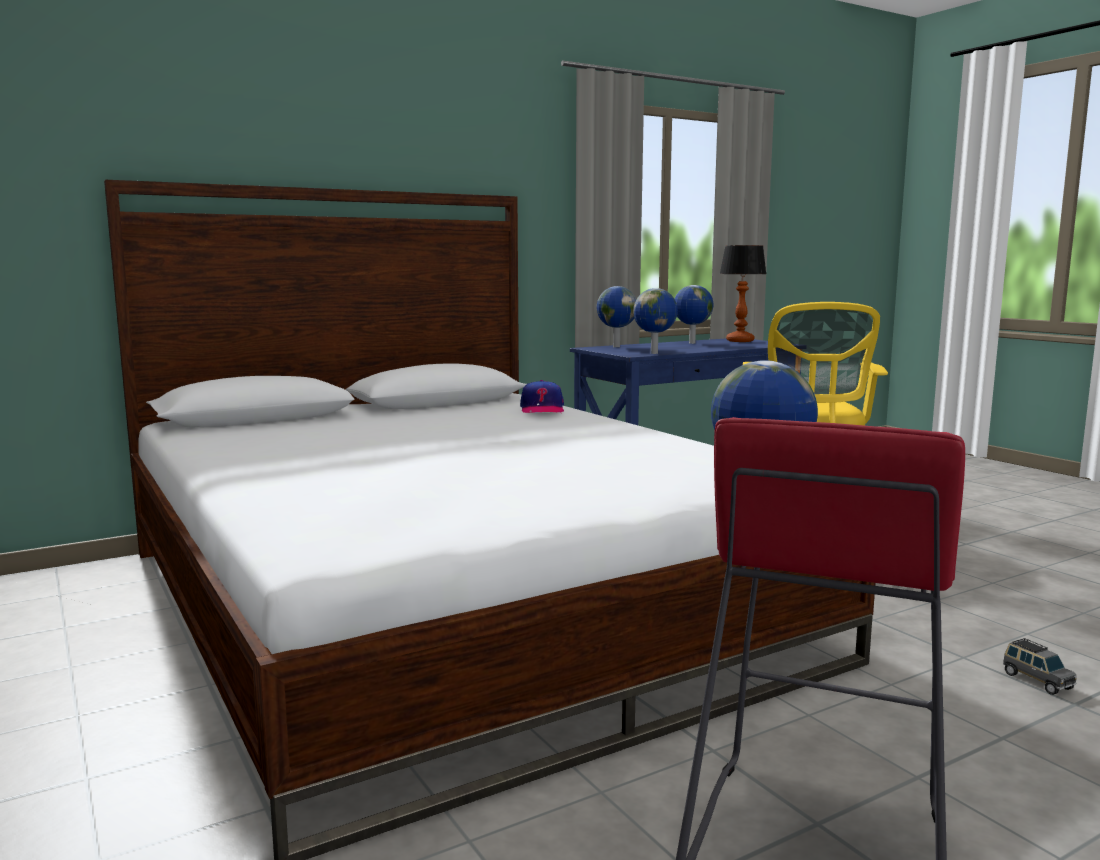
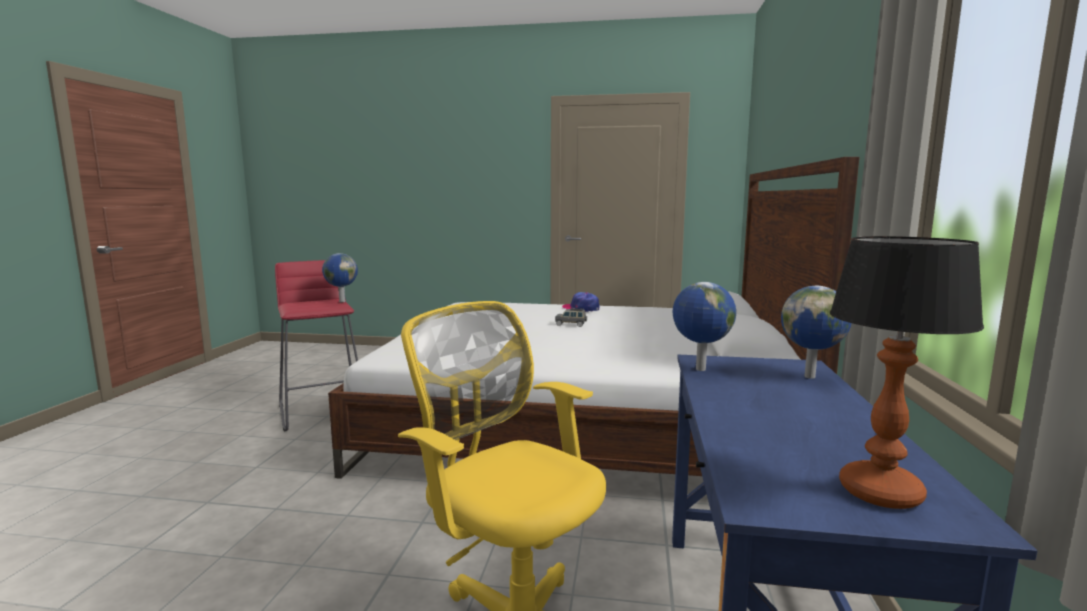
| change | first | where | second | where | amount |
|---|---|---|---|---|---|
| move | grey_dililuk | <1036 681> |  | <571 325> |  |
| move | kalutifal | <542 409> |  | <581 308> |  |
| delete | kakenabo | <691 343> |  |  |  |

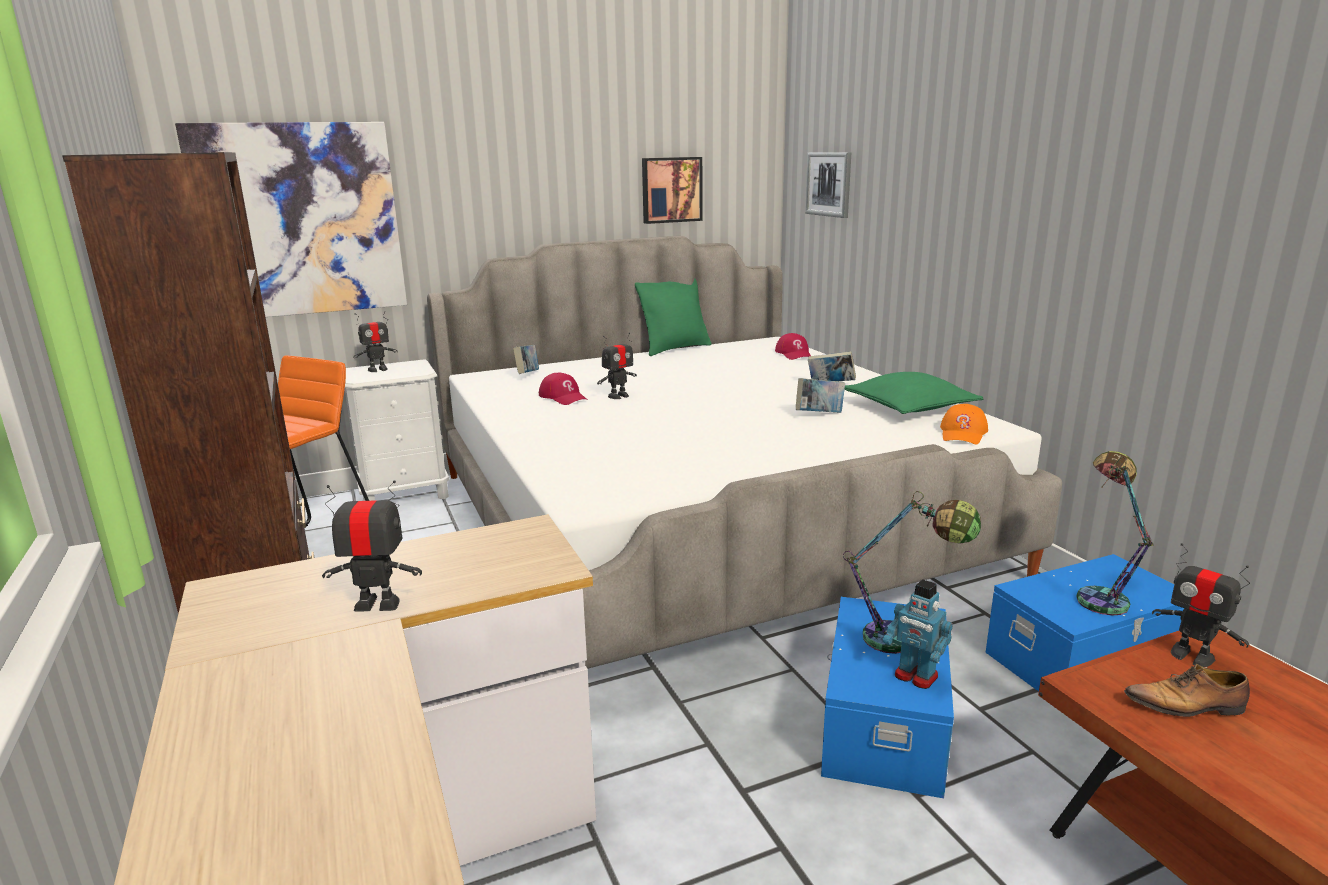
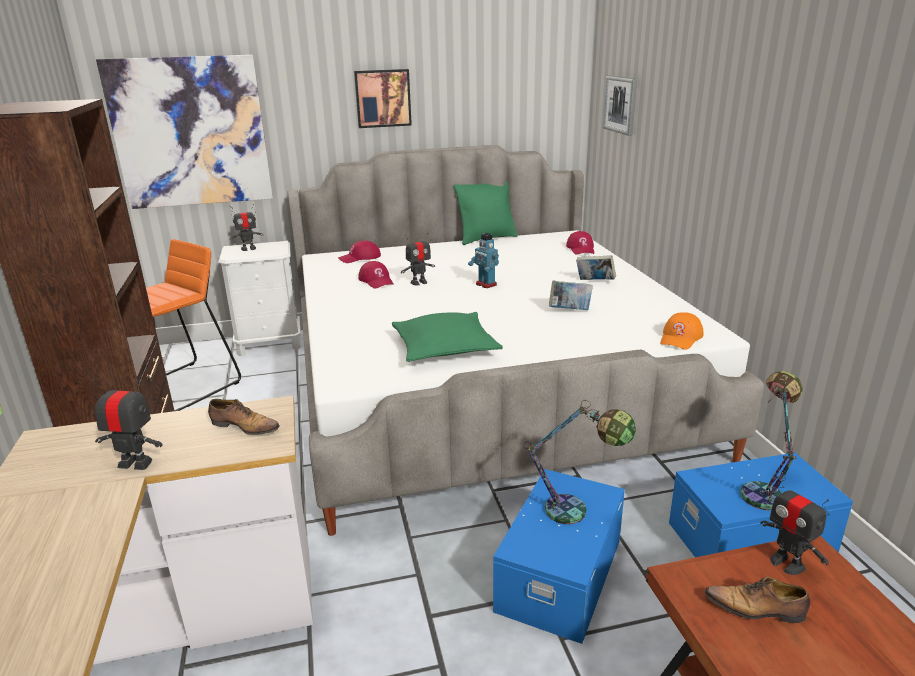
| change | first | where | second | where | amount |
|---|---|---|---|---|---|
| insert |  |  | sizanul | <244 427> |  |
| replace | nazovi | <527 375> | red_kalutifal | <360 258> |  |
| move | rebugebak | <671 190> |  | <382 98> |  |
| move | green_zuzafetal | <910 407> |  | <445 348> |  |
| move | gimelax | <915 676> |  | <485 284> |  |

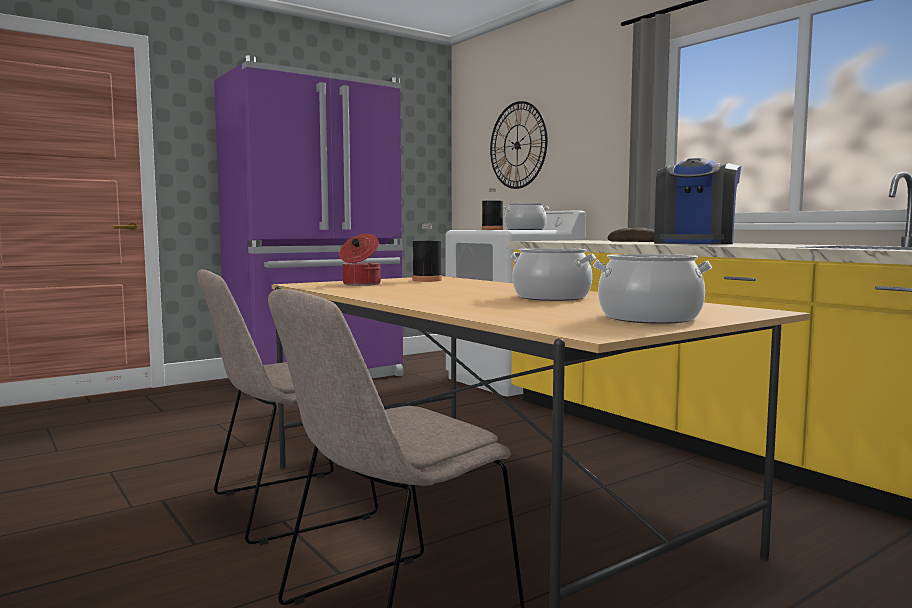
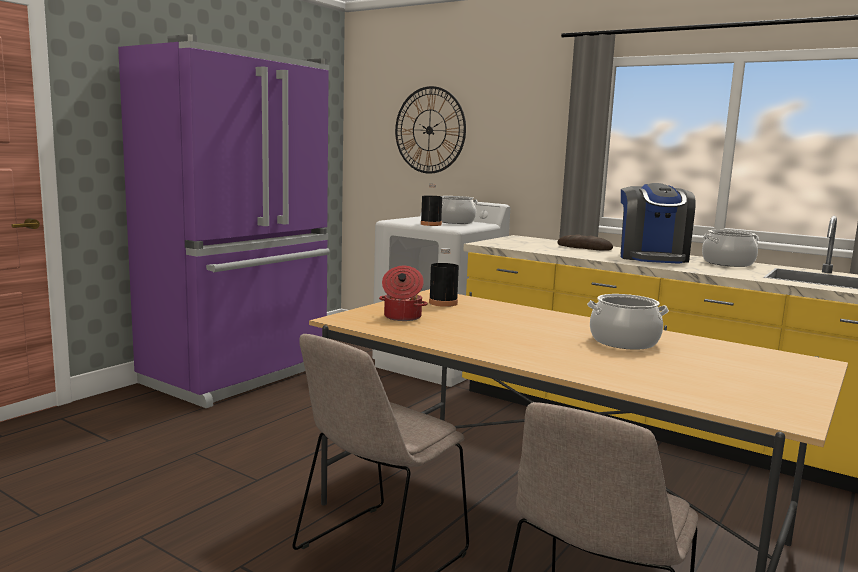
| change | first | where | second | where | amount |
|---|---|---|---|---|---|
| move | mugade | <649 318> |  | <727 263> |  |

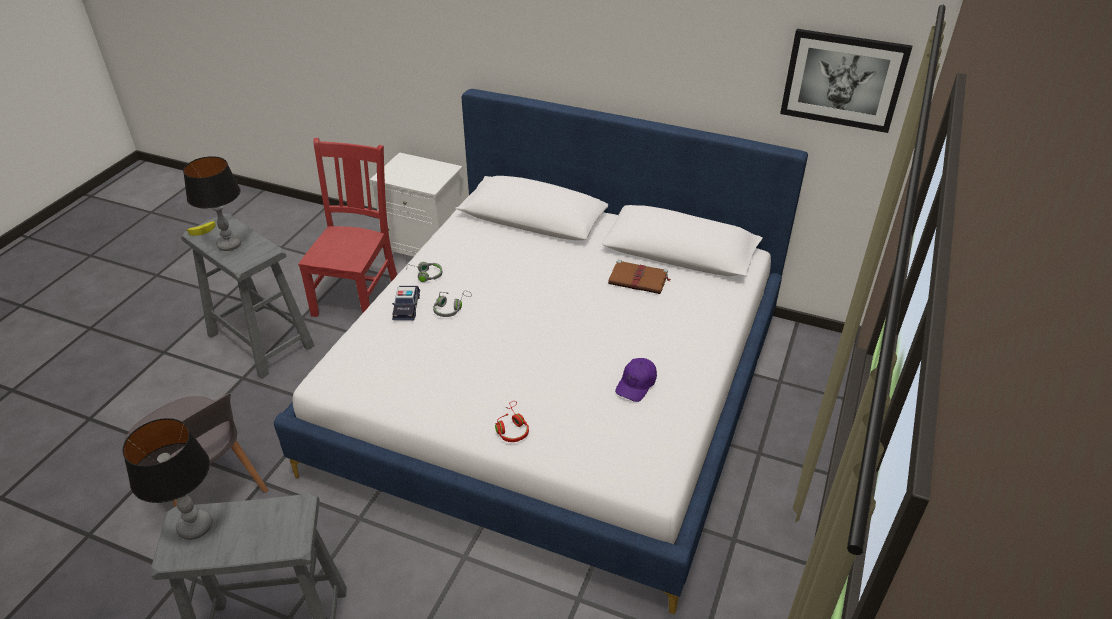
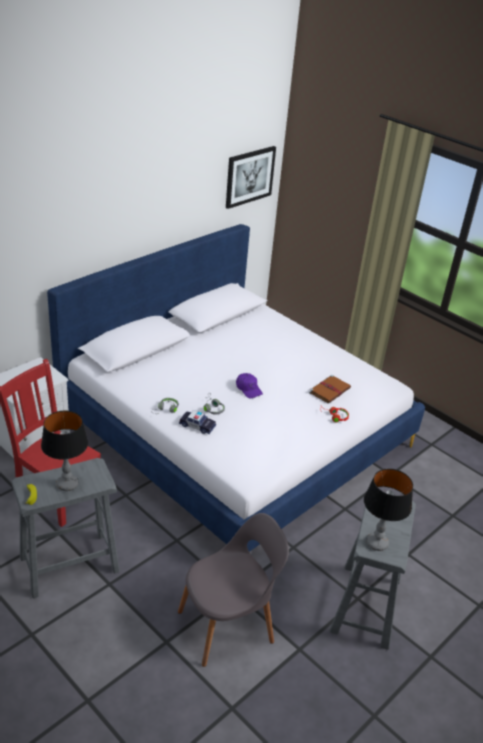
| change | first | where | second | where | amount |
|---|---|---|---|---|---|
| move | purple_kalutifal | <636 384> |  | <248 389> |  |
| move | brown_nazovi | <639 279> |  | <330 390> |  |

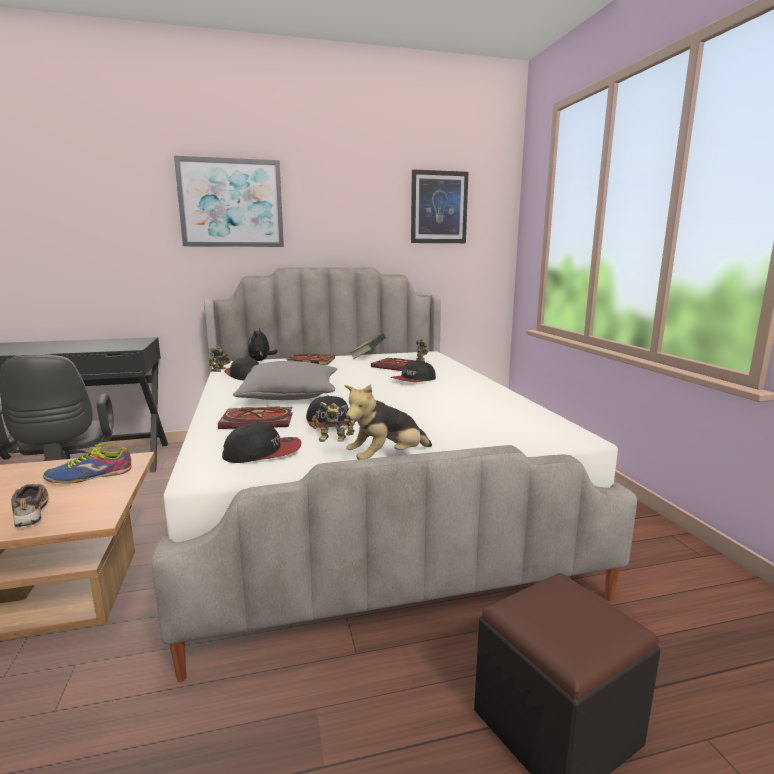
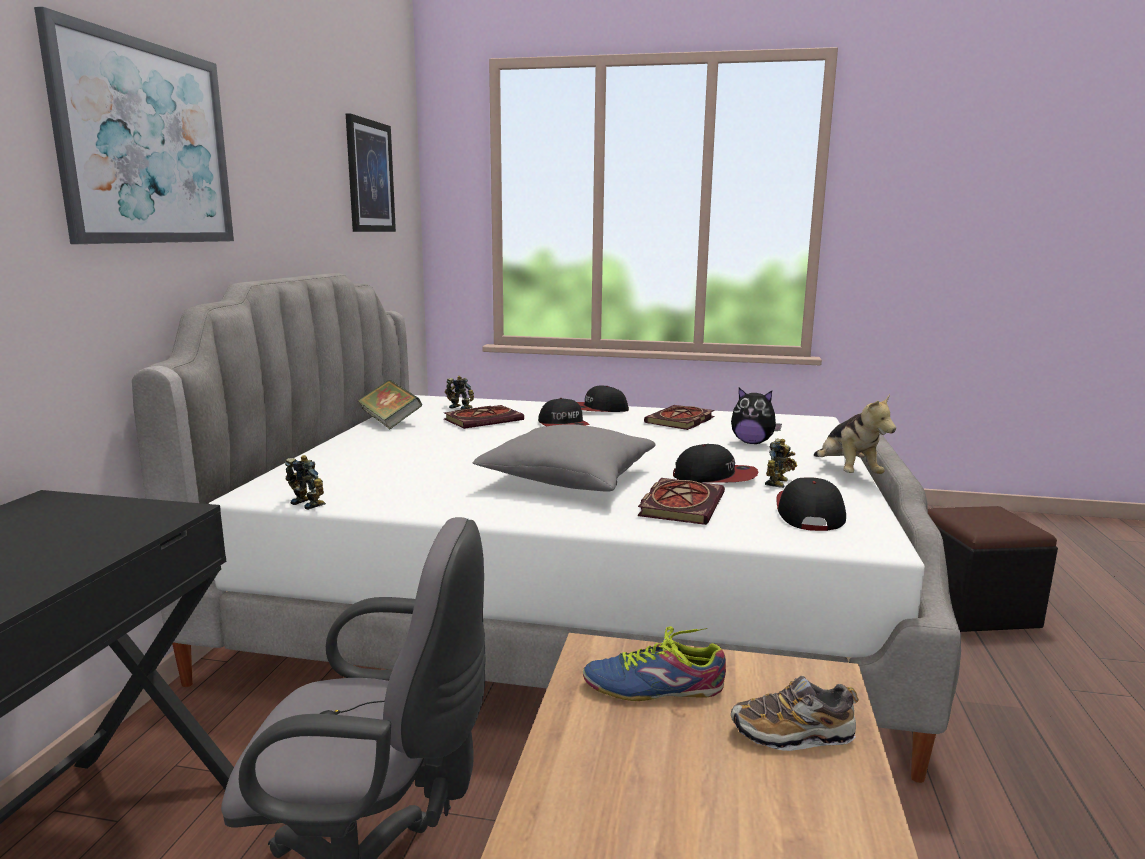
| change | first | where | second | where | amount |
|---|---|---|---|---|---|
| move | kalutifal | <243 375> |  | <597 409> |  |
| rotate | sizanul | <90 476> |  | <654 687> | 90 degrees clockwise |
| move | nazovi | <309 361> |  | <680 421> |  |
| move | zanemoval | <261 360> |  | <752 443> |  |

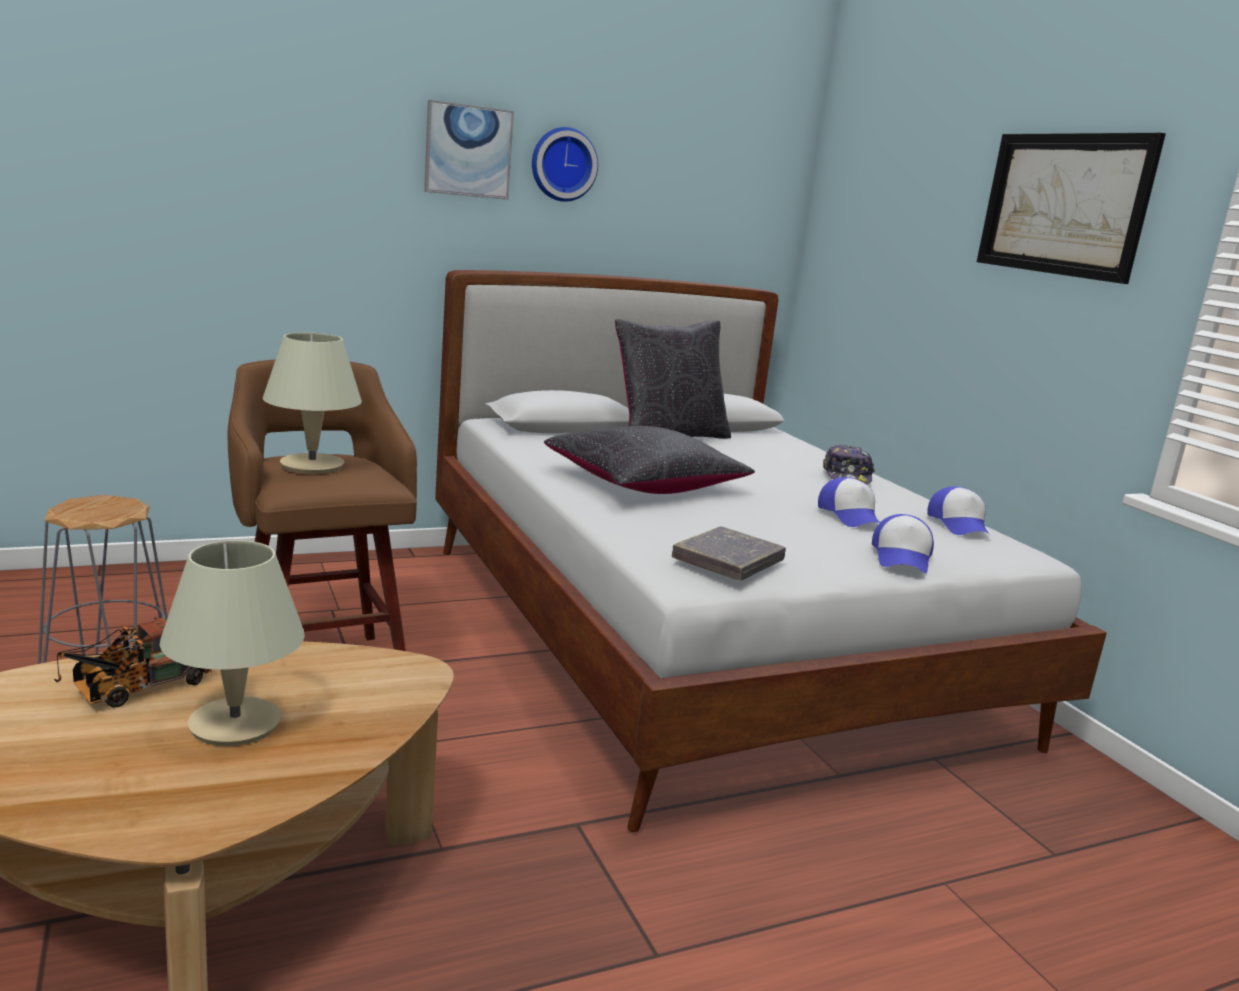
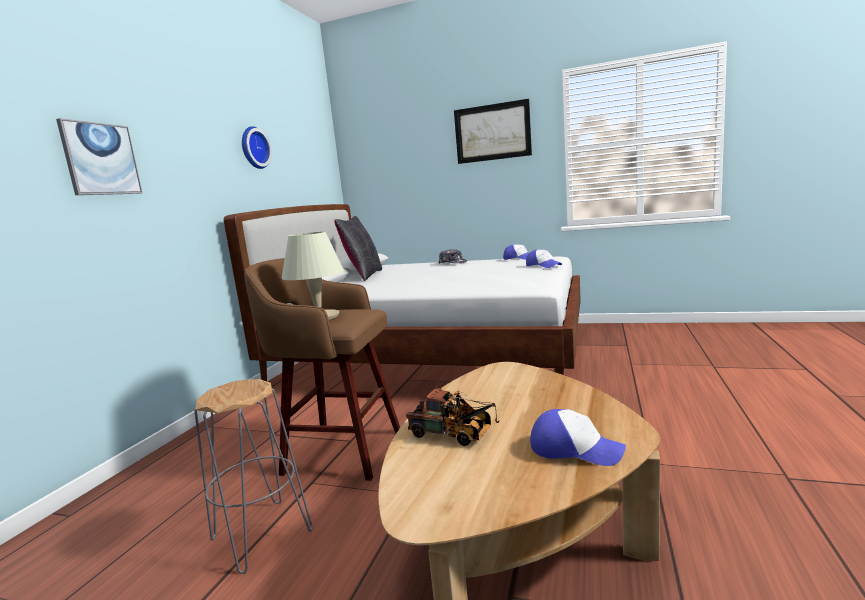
| change | first | where | second | where | amount |
|---|---|---|---|---|---|
| move | rebugebak | <468 151> |  | <101 159> |  |
| rotate | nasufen | <135 689> |  | <455 434> | 60 degrees counterclockwise |
| move | kalutifal | <850 516> |  | <575 449> |  |
| delete | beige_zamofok | <234 724> |  |  |  |
| delete | black_zuzafetal | <644 483> |  |  |  |
| delete | grey_nazovi | <728 560> |  |  |  |

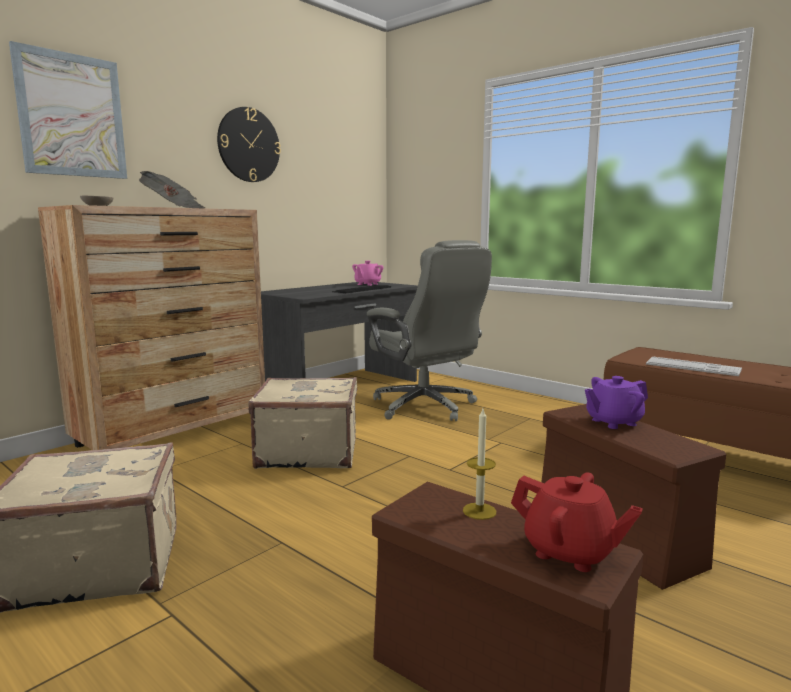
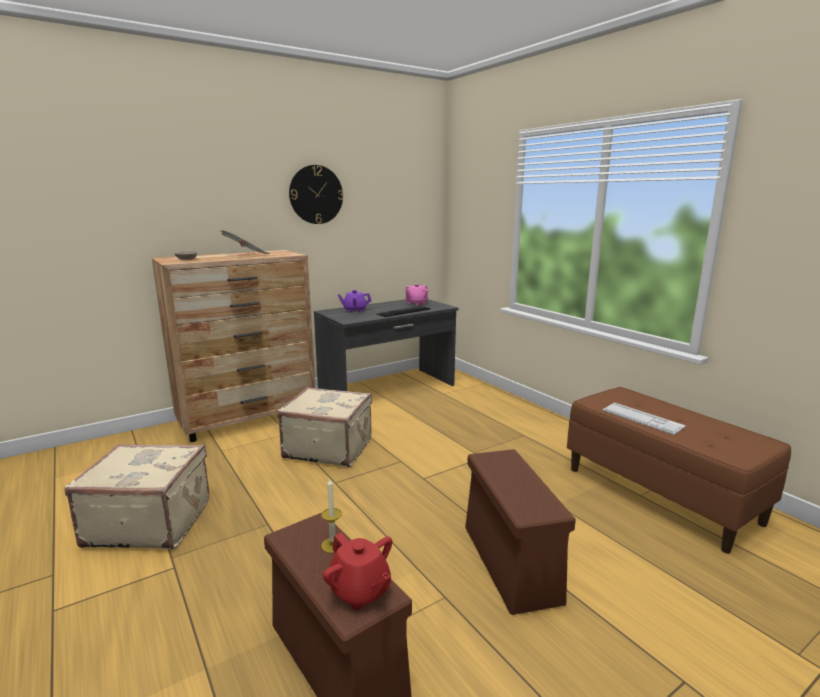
| change | first | where | second | where | amount |
|---|---|---|---|---|---|
| move | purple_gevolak | <613 422> |  | <354 310> |  |
| delete | rebugebak | <72 115> |  |  |  |
| delete | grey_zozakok | <425 407> |  |  |  |

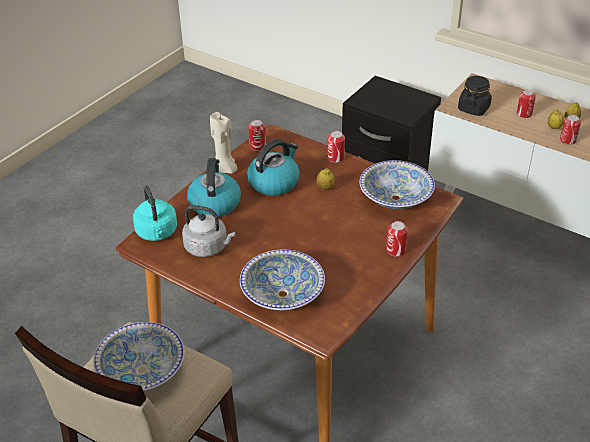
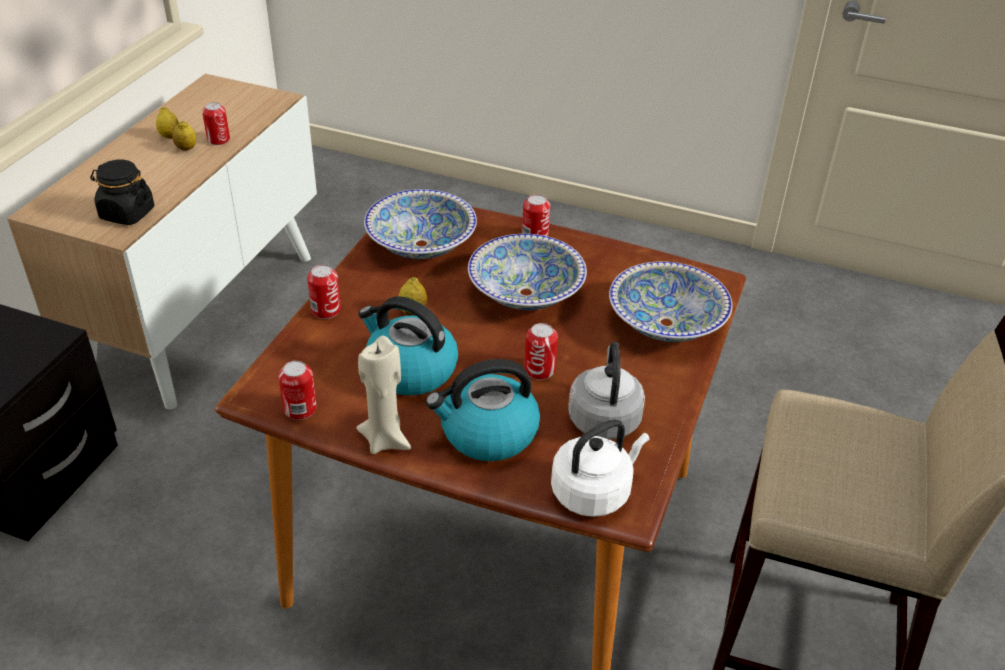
| change | first | where | second | where | amount |
|---|---|---|---|---|---|
| move | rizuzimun | <141 371> |  | <526 293> |  |
| move | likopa | <524 114> |  | <539 370> |  |
| recolor | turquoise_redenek | <157 233> | white_redenek | <594 491> |  |

